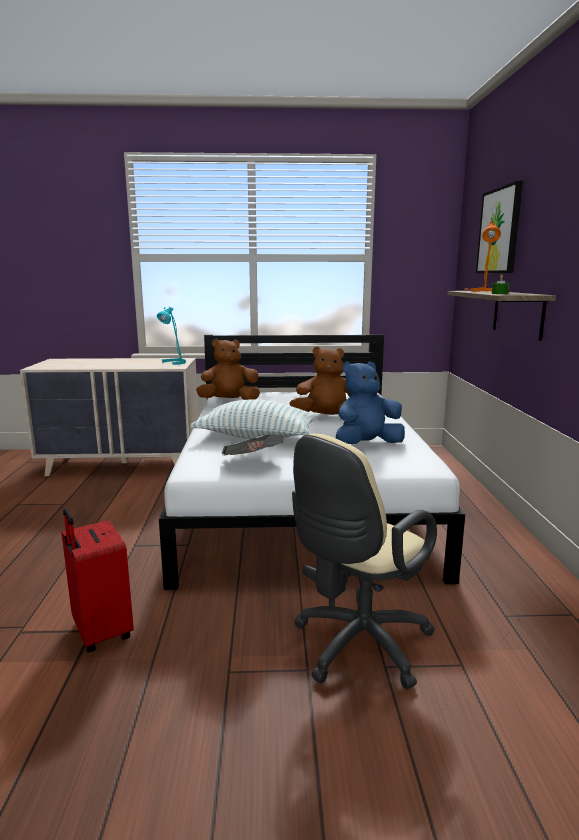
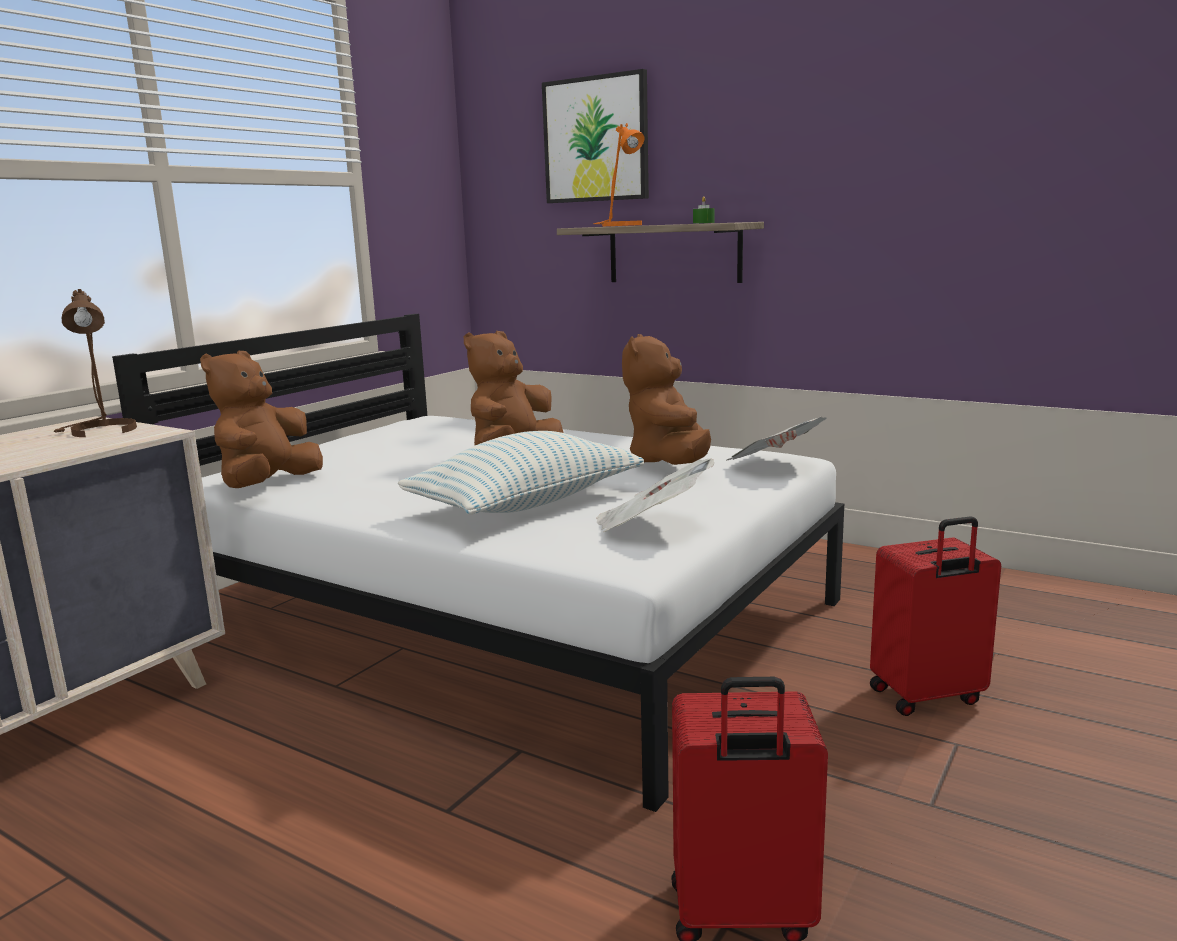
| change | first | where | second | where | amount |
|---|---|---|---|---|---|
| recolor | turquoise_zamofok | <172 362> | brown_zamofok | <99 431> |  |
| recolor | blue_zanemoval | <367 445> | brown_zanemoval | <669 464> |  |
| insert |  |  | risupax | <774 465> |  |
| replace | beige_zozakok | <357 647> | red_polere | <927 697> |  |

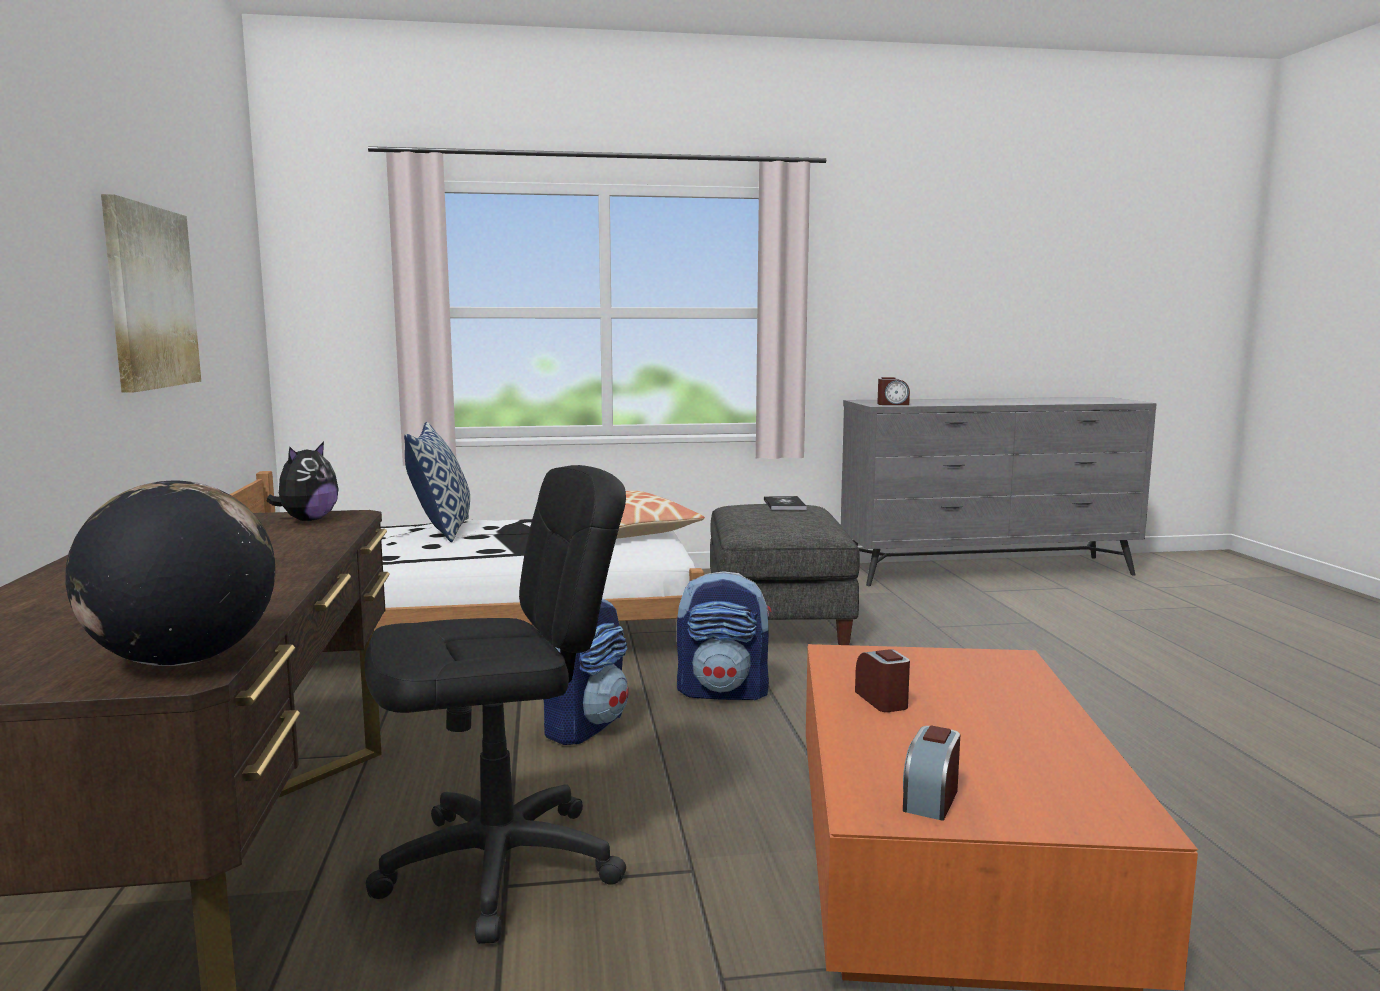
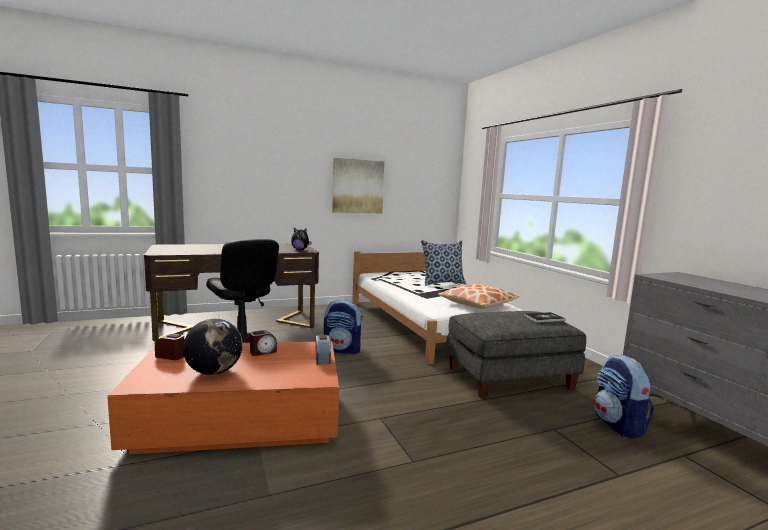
| change | first | where | second | where | amount |
|---|---|---|---|---|---|
| move | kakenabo | <183 660> |  | <214 372> |  |
| move | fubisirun | <892 404> |  | <322 359> |  |
| move | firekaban | <724 692> |  | <618 425> |  |

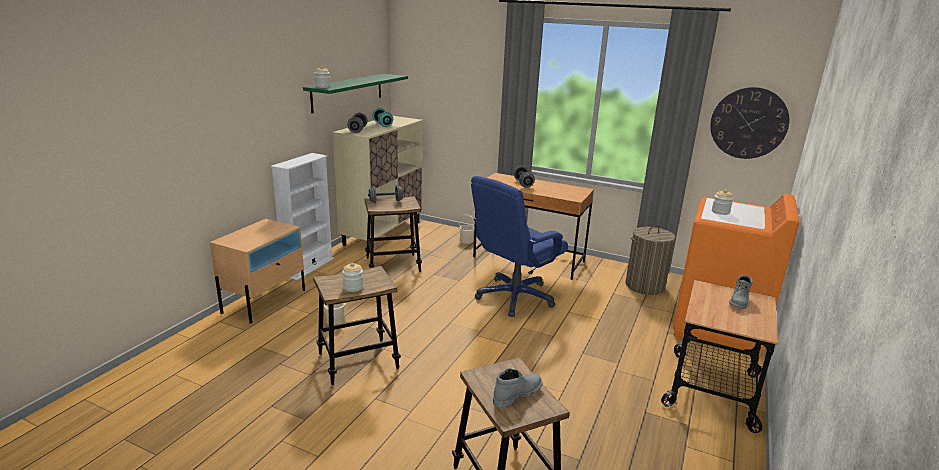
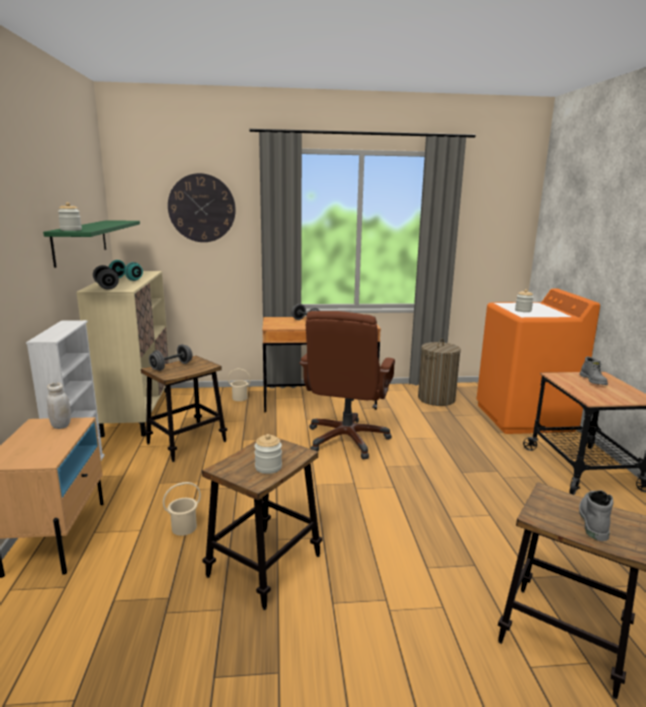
| change | first | where | second | where | amount |
|---|---|---|---|---|---|
| insert |  |  | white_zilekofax | <61 425> |  |
| move | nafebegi | <748 123> |  | <202 208> |  |
| recolor | blue_zozakok | <514 297> | brown_zozakok | <347 439> |  |

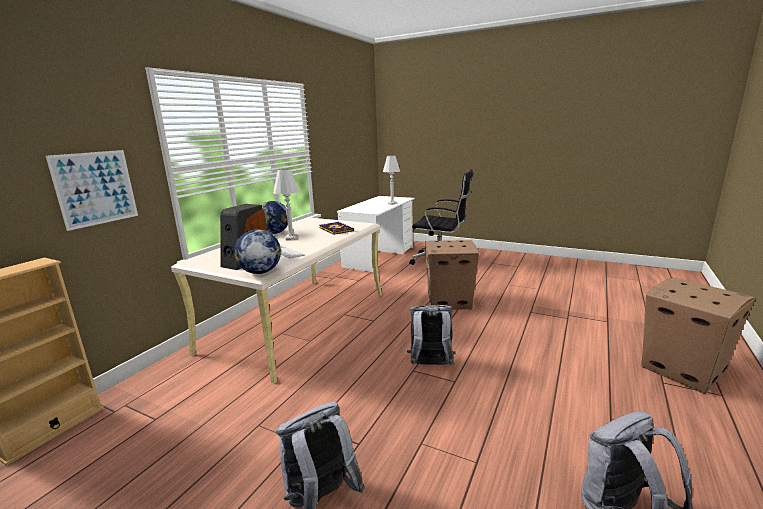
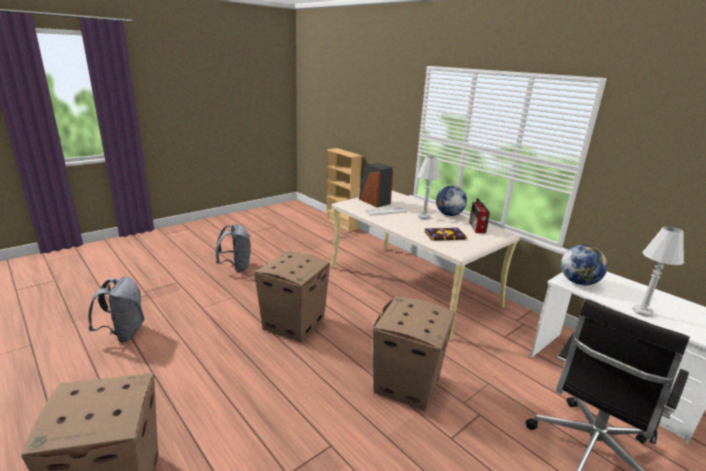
| change | first | where | second | where | amount |
|---|---|---|---|---|---|
| replace | grey_firekaban | <430 366> | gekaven | <294 324> |  |
| insert |  |  | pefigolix | <477 228> |  |
| move | kakenabo | <260 272> |  | <578 282> |  |
| delete | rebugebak | <96 188> |  |  |  |

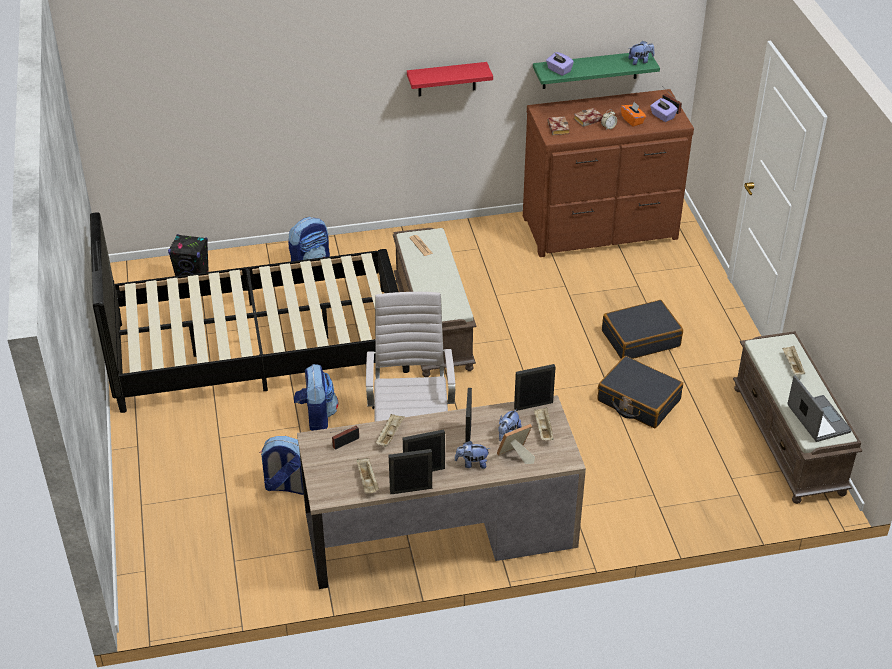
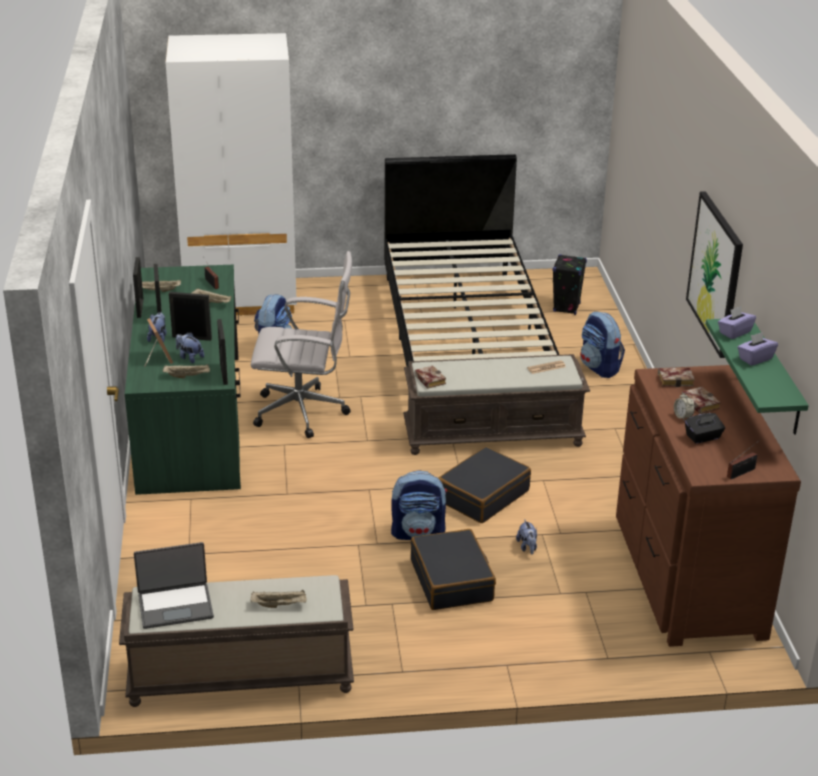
| change | first | where | second | where | amount |
|---|---|---|---|---|---|
| recolor | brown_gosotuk | <439 530> | green_gosotuk | <191 421> |  |
| insert |  |  | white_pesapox | <241 298> |  |
| move | firekaban | <317 416> |  | <418 533> |  |
| insert |  |  | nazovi | <428 379> |  |
| move | black_polere | <638 401> |  | <482 495> |  |
| move | zanemoval | <640 61> |  | <527 547> |  |
| recolor | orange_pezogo | <632 120> | black_pezogo | <703 437> |  |
| replace | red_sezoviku | <446 79> | rebugebak | <715 273> |  |
| move | purple_pezogo | <662 116> |  | <755 359> |  |

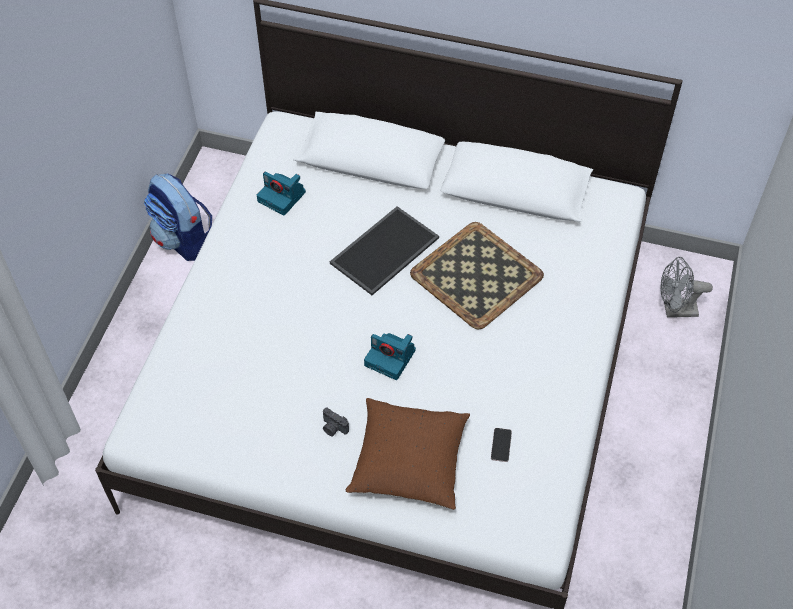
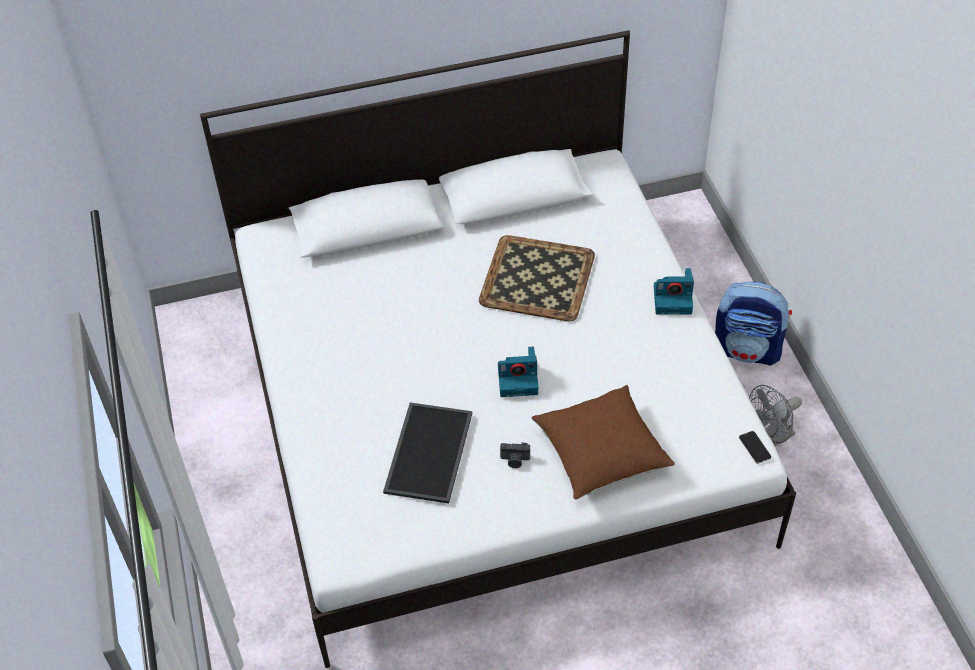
| change | first | where | second | where | amount |
|---|---|---|---|---|---|
| move | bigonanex | <384 249> |  | <427 451> |  |
| move | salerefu | <282 197> |  | <673 299> |  |
| move | firekaban | <184 240> |  | <747 350> |  |
| move | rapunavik | <501 445> |  | <754 447> |  |
| move | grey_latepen | <675 310> |  | <770 439> |  |

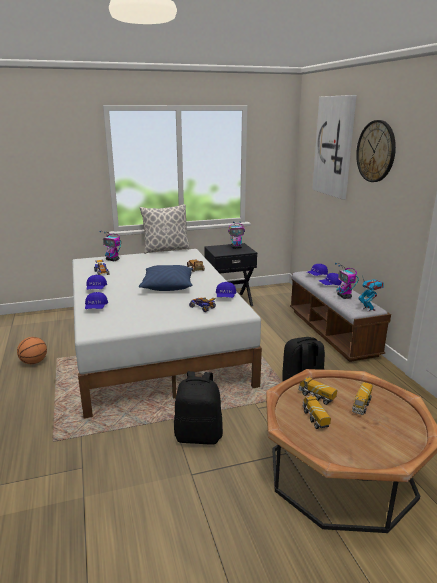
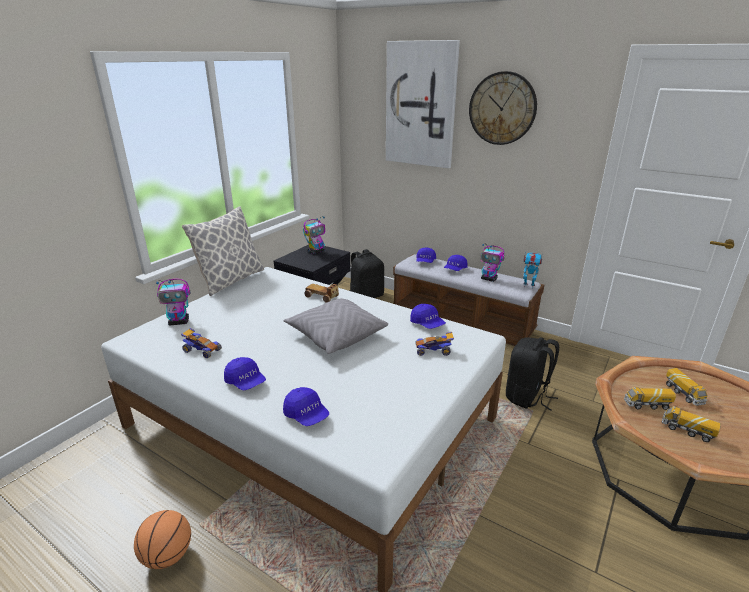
| change | first | where | second | where | amount |
|---|---|---|---|---|---|
| recolor | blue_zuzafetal | <167 286> | grey_zuzafetal | <335 335> |  |
| move | black_firekaban | <199 435> |  | <366 296> |  |

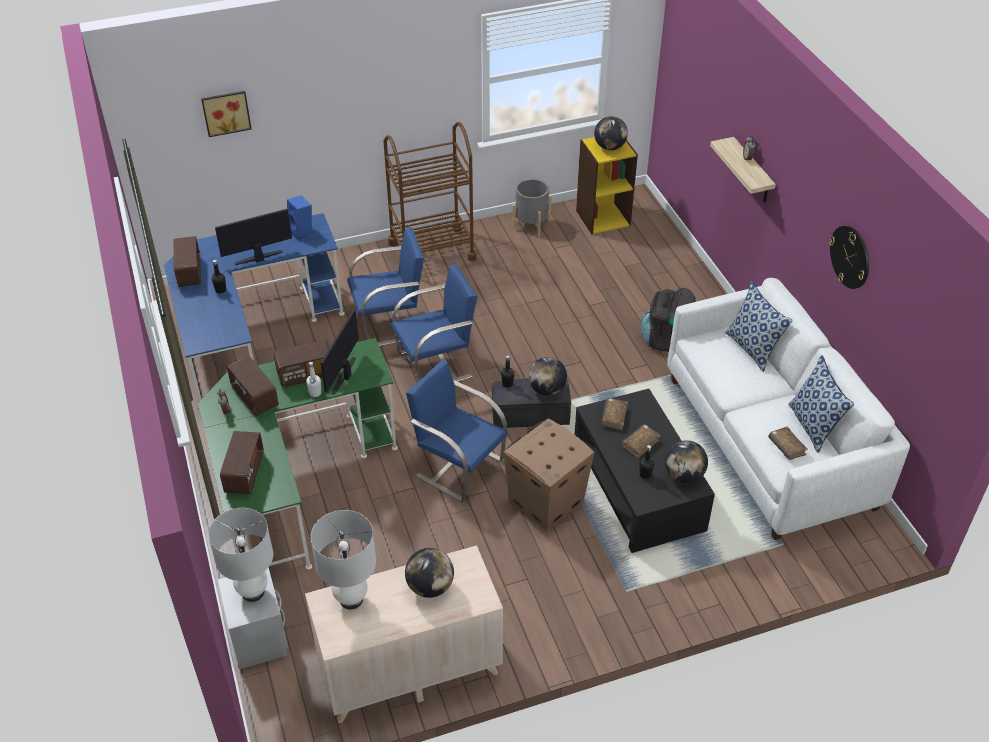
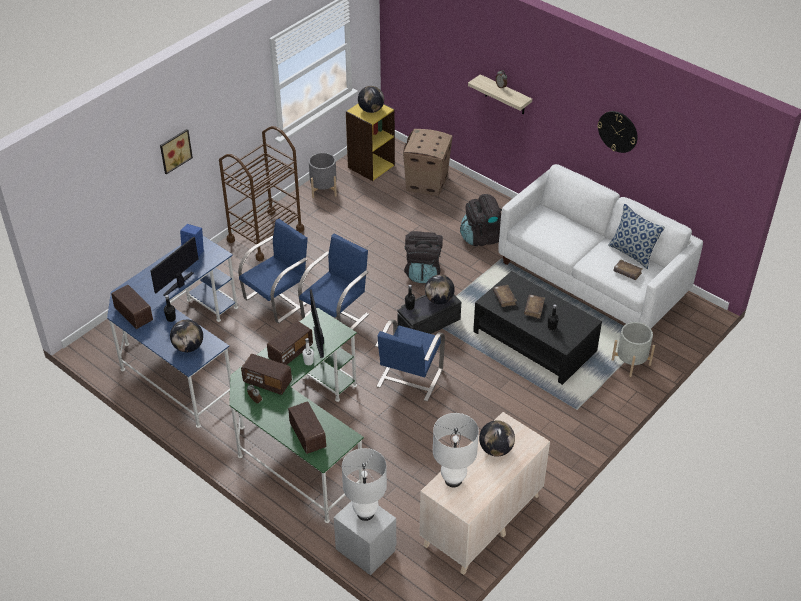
| change | first | where | second | where | amount |
|---|---|---|---|---|---|
| move | rebugebak | <226 112> |  | <174 150> |  |
| move | kakenabo | <684 475> |  | <188 347> |  |
| rotate | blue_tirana | <458 466> |  | <409 378> | 75 degrees counterclockwise |
| move | gekaven | <545 503> |  | <426 183> |  |
| insert |  |  | black_firekaban | <423 272> |  |
| insert |  |  | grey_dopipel | <631 362> |  |
| delete | zuzafetal | <752 349> |  |  |  |

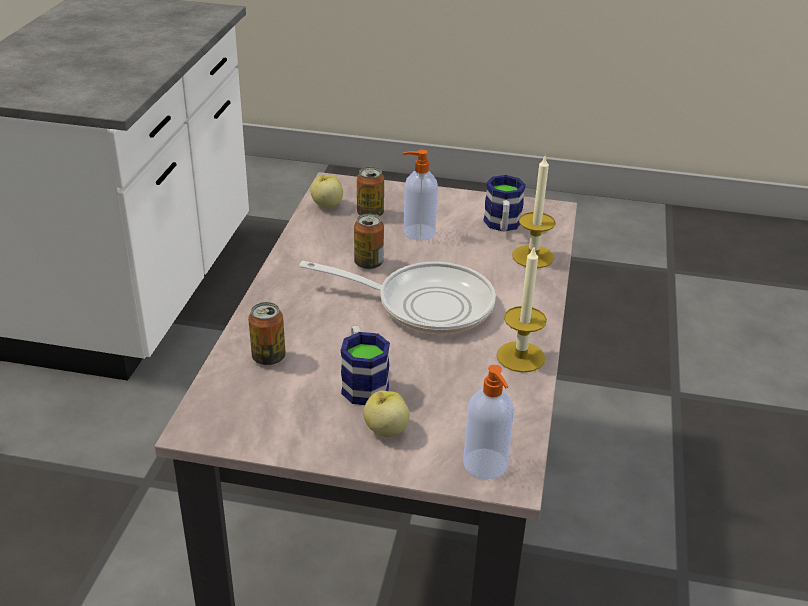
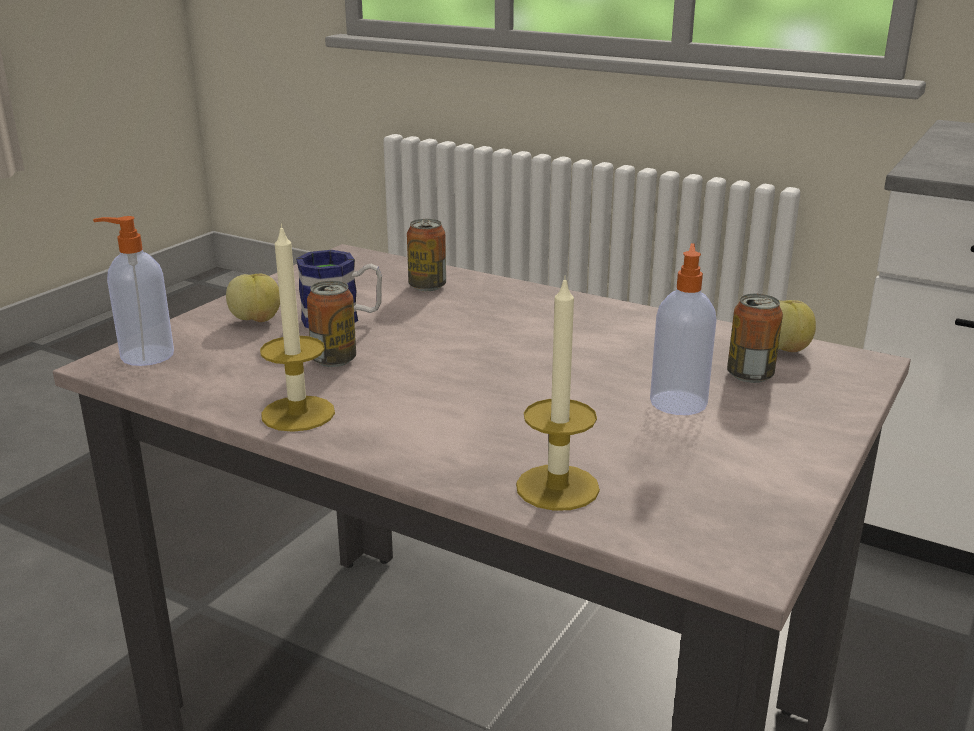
| change | first | where | second | where | amount |
|---|---|---|---|---|---|
| move | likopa | <368 263> |  | <334 360> |  |
| delete | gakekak | <425 304> |  |  |  |
| delete | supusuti | <502 226> |  |  |  |

